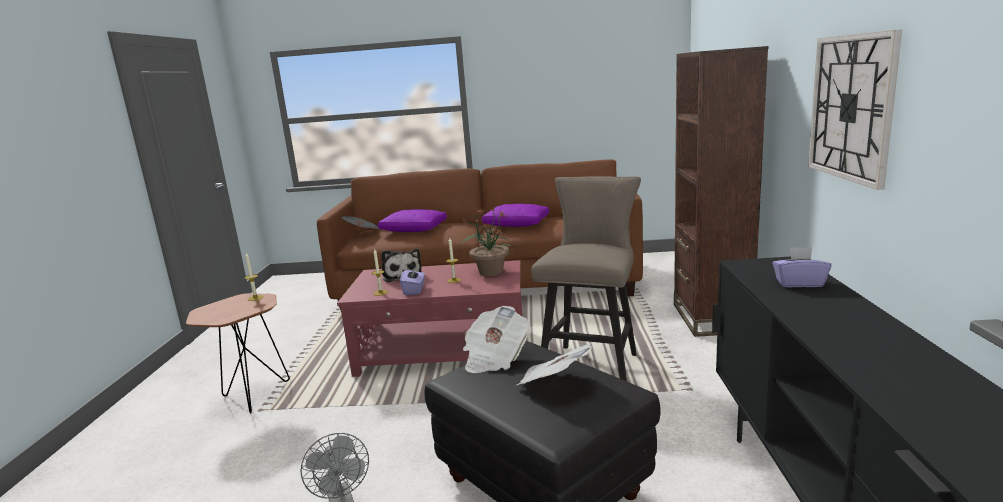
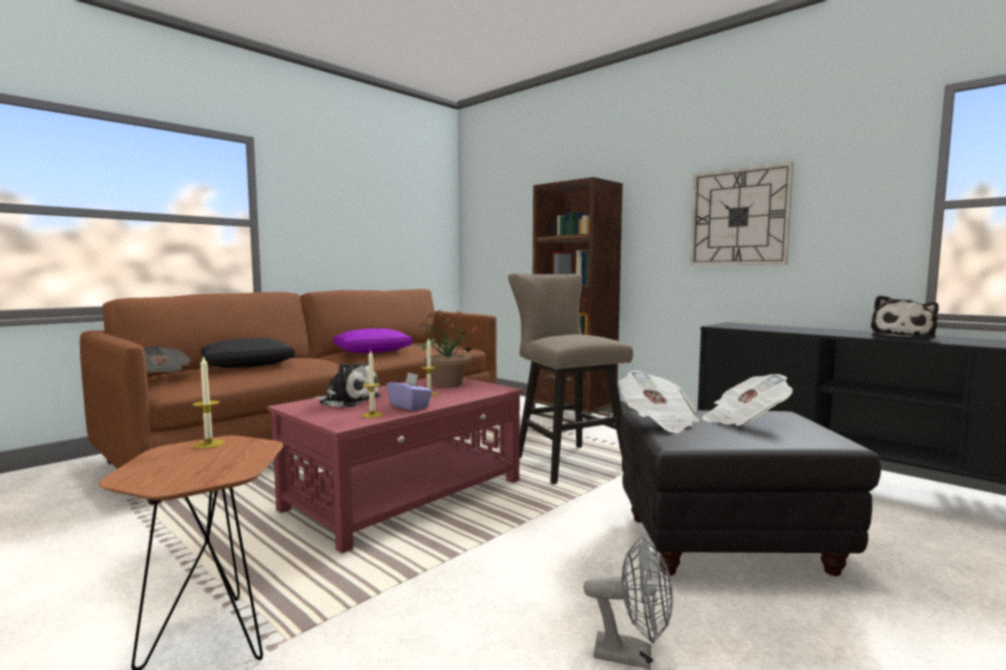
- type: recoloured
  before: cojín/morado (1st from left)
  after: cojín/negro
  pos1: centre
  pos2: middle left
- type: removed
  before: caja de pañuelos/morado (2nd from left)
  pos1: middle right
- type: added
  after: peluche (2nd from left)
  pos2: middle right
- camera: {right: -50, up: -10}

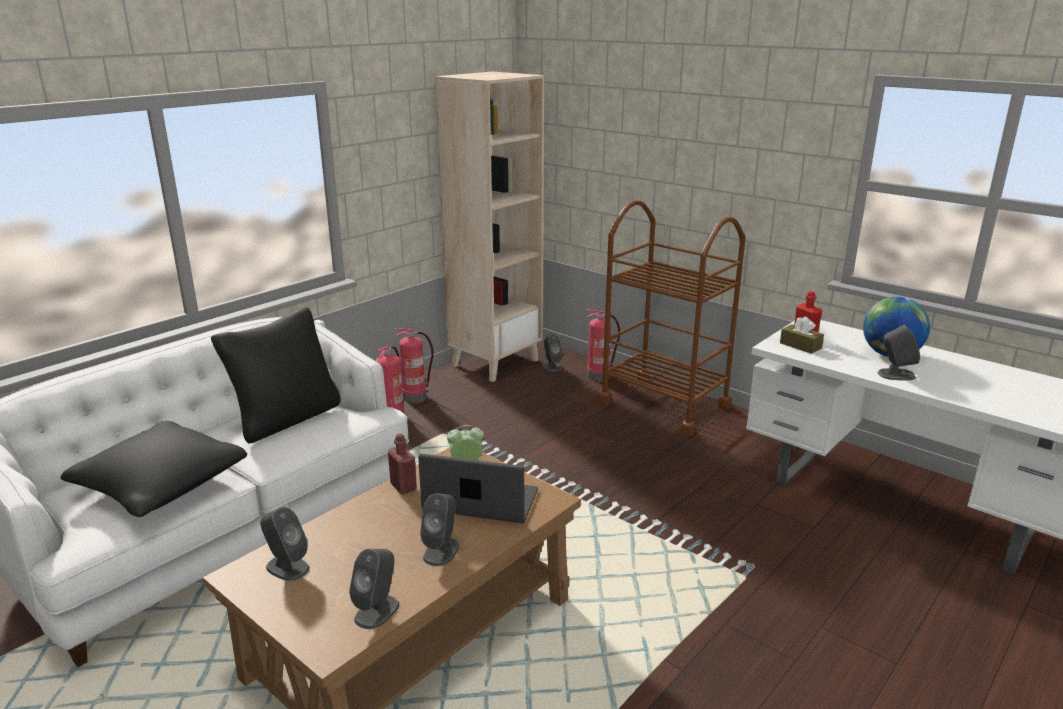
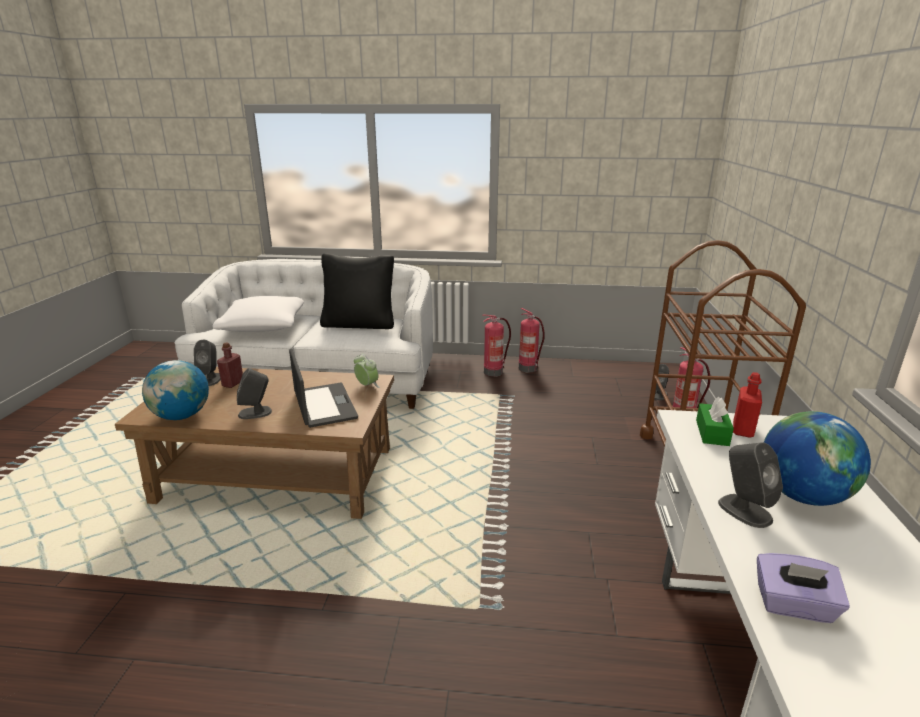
- type: recoloured
  before: cojín/negro (1st from left)
  after: cojín/blanco
  pos1: middle left
  pos2: middle left
- type: replaced
  before: altavoz/gris (2nd from left)
  after: globo terráqueo (1st from left)
  pos1: bottom centre
  pos2: middle left
- type: moved
  before: botella/rojo (1st from left)
  pos1: centre
  pos2: middle left
- type: removed
  before: estantería/beis
  pos1: top centre
- type: recoloured
  before: caja de pañuelos/marrón
  after: caja de pañuelos/verde
  pos1: middle right
  pos2: middle right
- type: added
  after: caja de pañuelos/morado
  pos2: bottom right
- camera: {right: 55, up: 0}

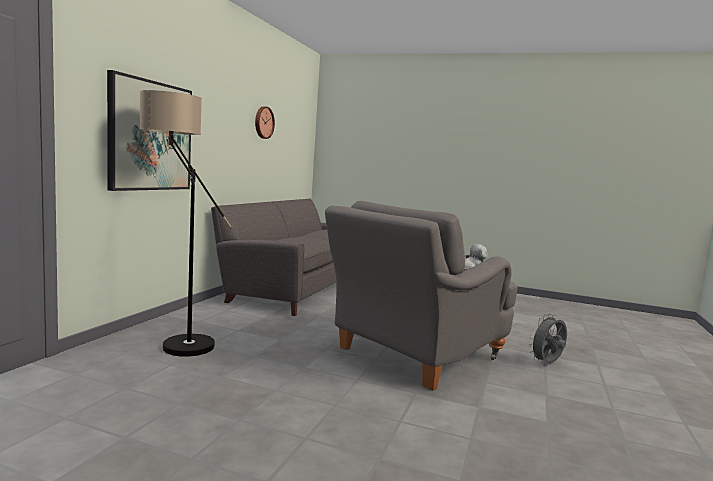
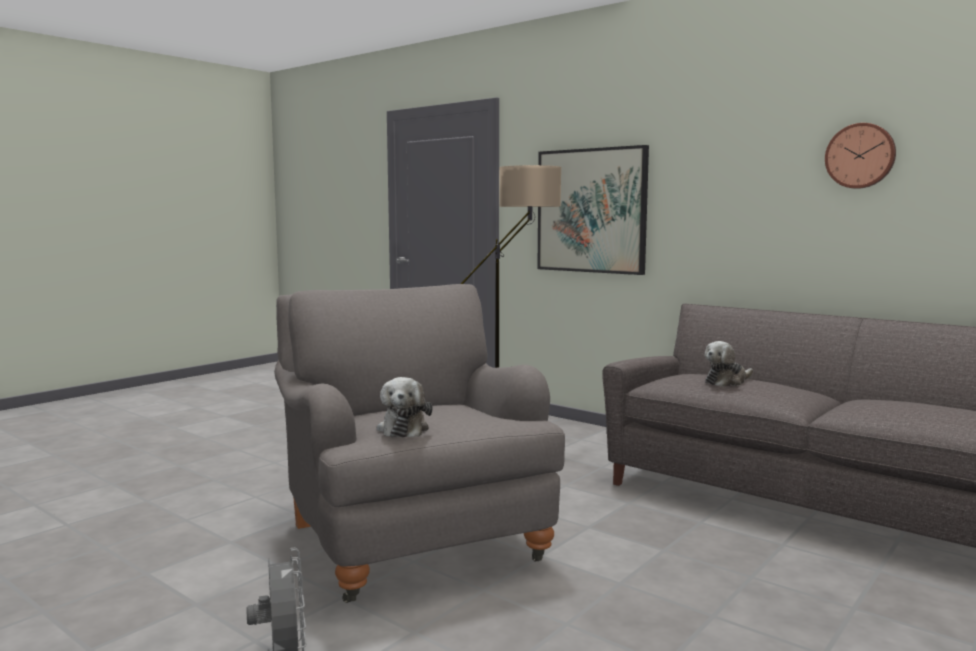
- type: added
  after: peluche (2nd from left)
  pos2: middle right
- camera: {right: 110, up: 0}

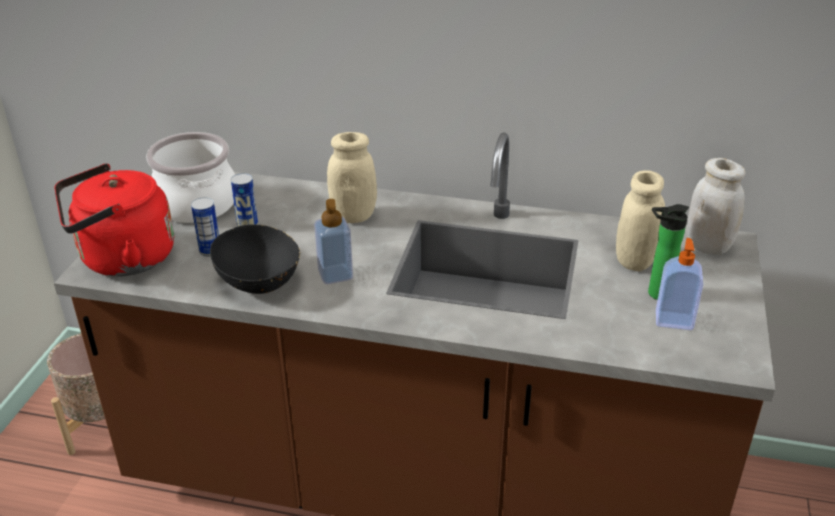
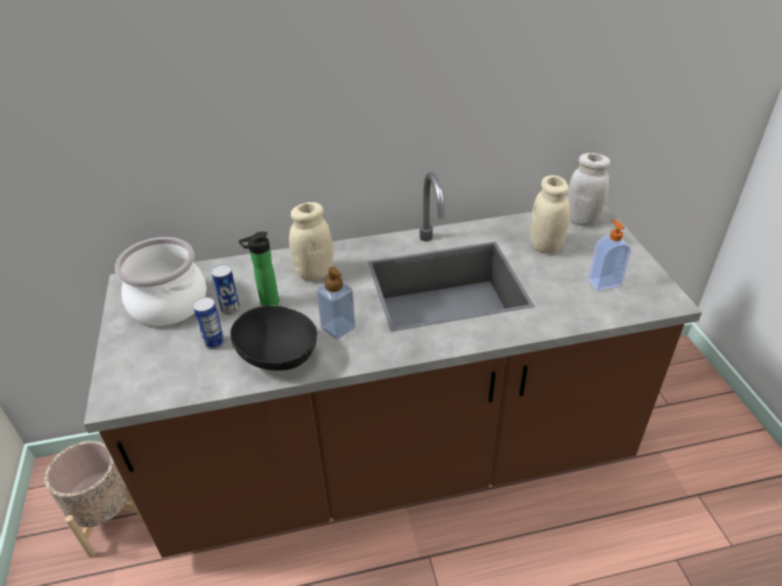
- type: removed
  before: hervidor/rojo
  pos1: middle left
- type: moved
  before: botella
  pos1: middle right
  pos2: middle left
- camera: {right: -25, up: 5}

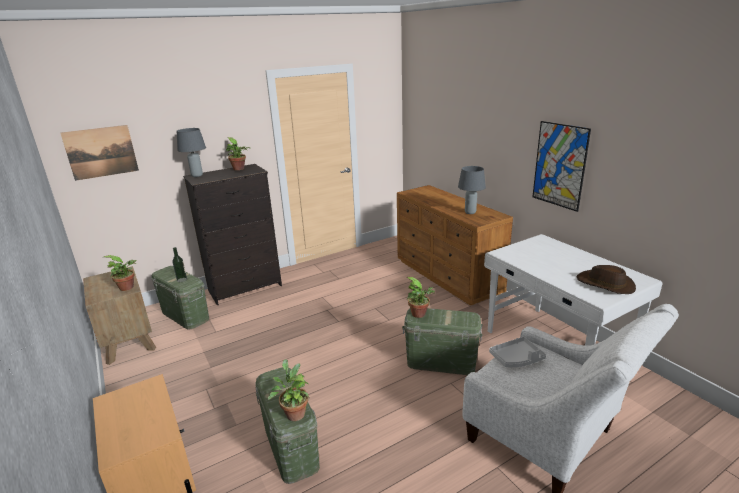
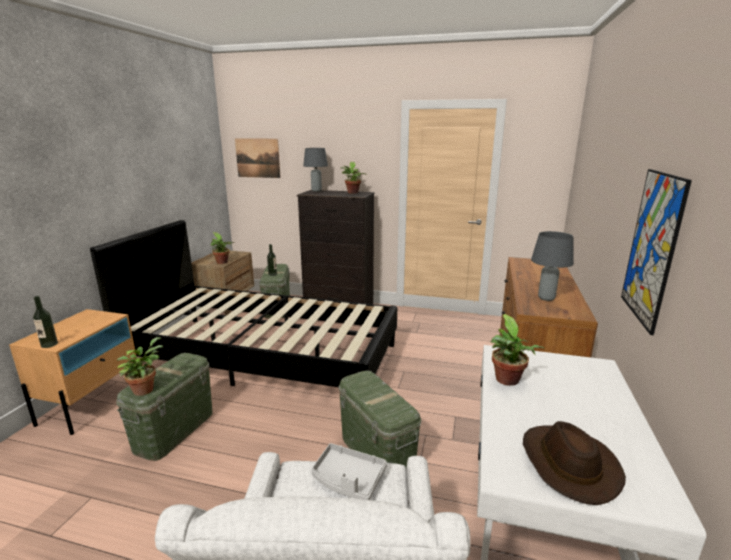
- type: moved
  before: planta en maceta (4th from left)
  pos1: centre
  pos2: middle right
- type: added
  after: botella (1st from left)
  pos2: middle left
- type: added
  after: cama/negro
  pos2: middle left
- camera: {right: 45, up: -5}

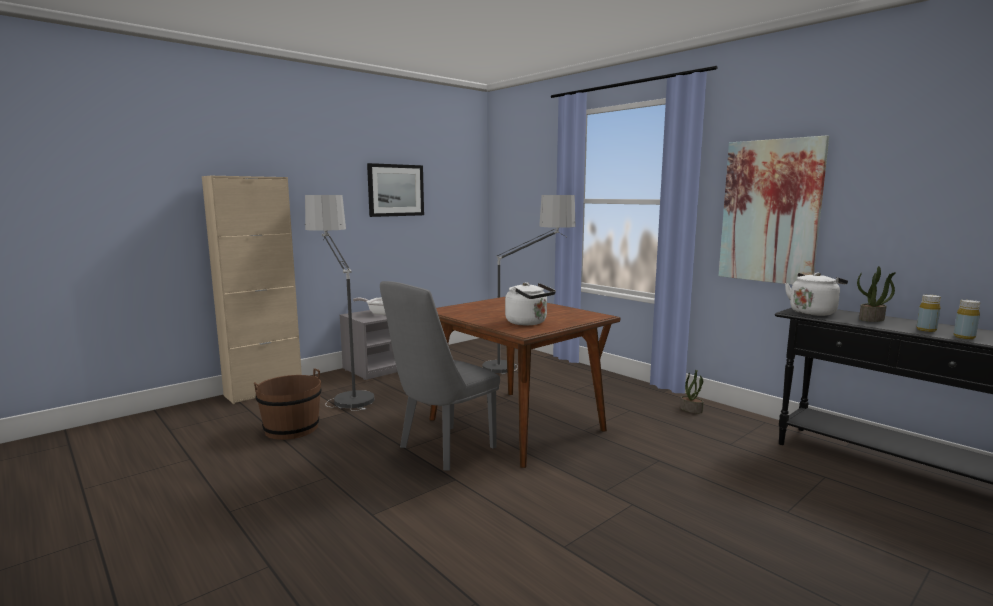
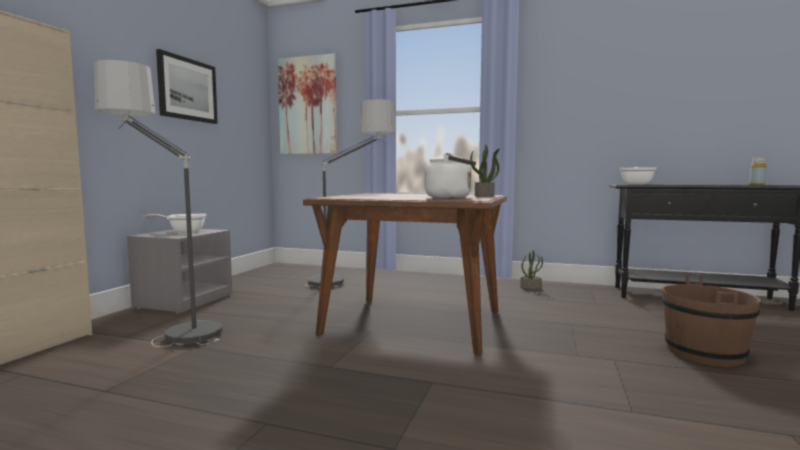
- type: moved
  before: cubo/marrón
  pos1: bottom left
  pos2: bottom right
- type: removed
  before: silla/gris
  pos1: centre
- type: moved
  before: cuadro (2nd from left)
  pos1: middle right
  pos2: top centre
- type: replaced
  before: hervidor/blanco (2nd from left)
  after: sartén (2nd from left)
  pos1: middle right
  pos2: middle right
- type: moved
  before: planta en maceta (2nd from left in the first image)
  after: planta en maceta (1st from left)
  pos1: middle right
  pos2: centre
- type: removed
  before: botella/amarillo (1st from left)
  pos1: middle right
- camera: {right: -30, up: -5}

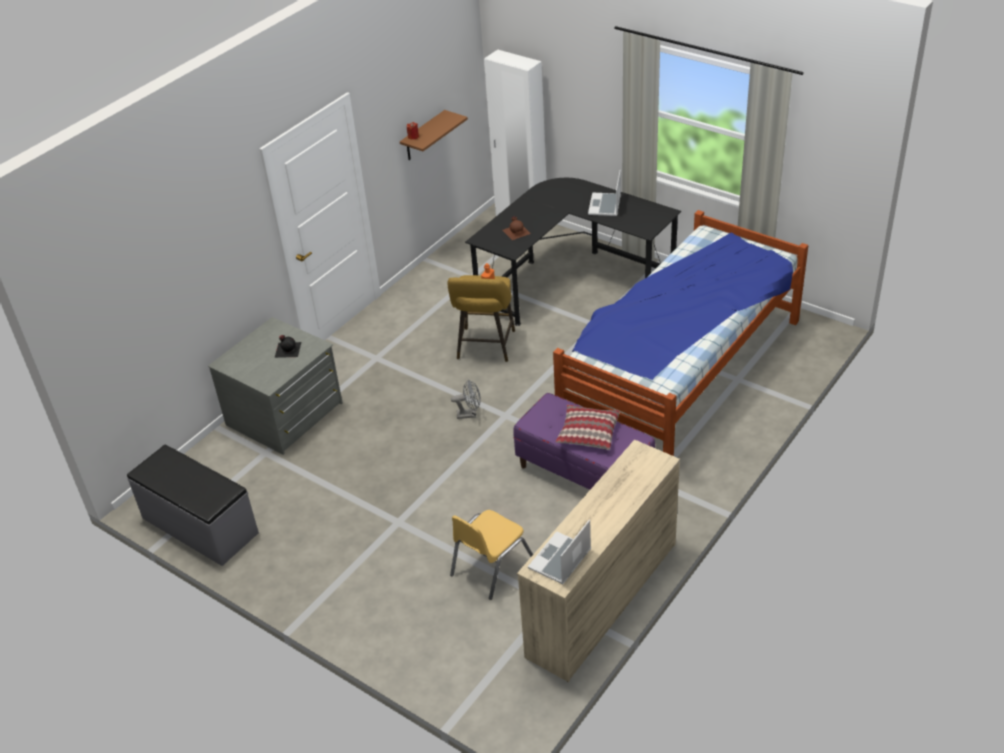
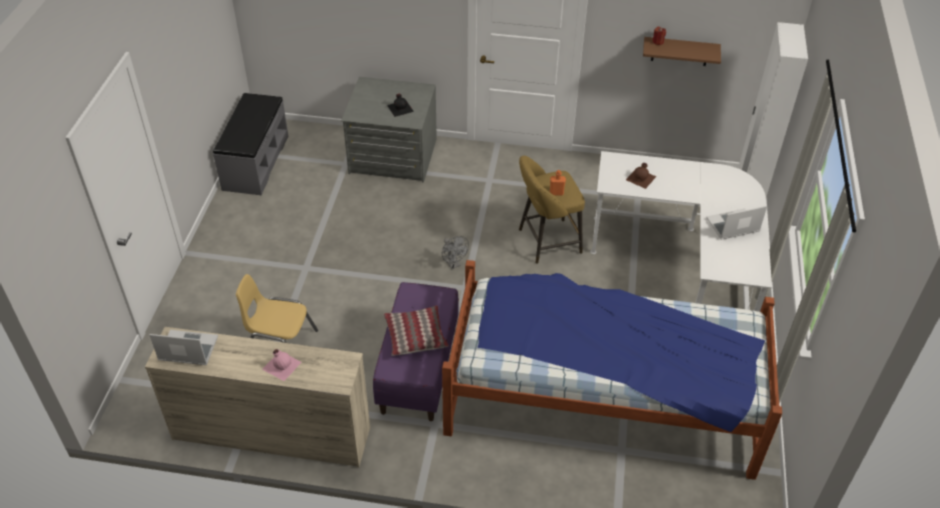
- type: recoloured
  before: escritorio/negro
  after: escritorio/blanco
  pos1: centre
  pos2: middle right
- type: added
  after: botella/rosa
  pos2: bottom left
- camera: {right: 60, up: 5}

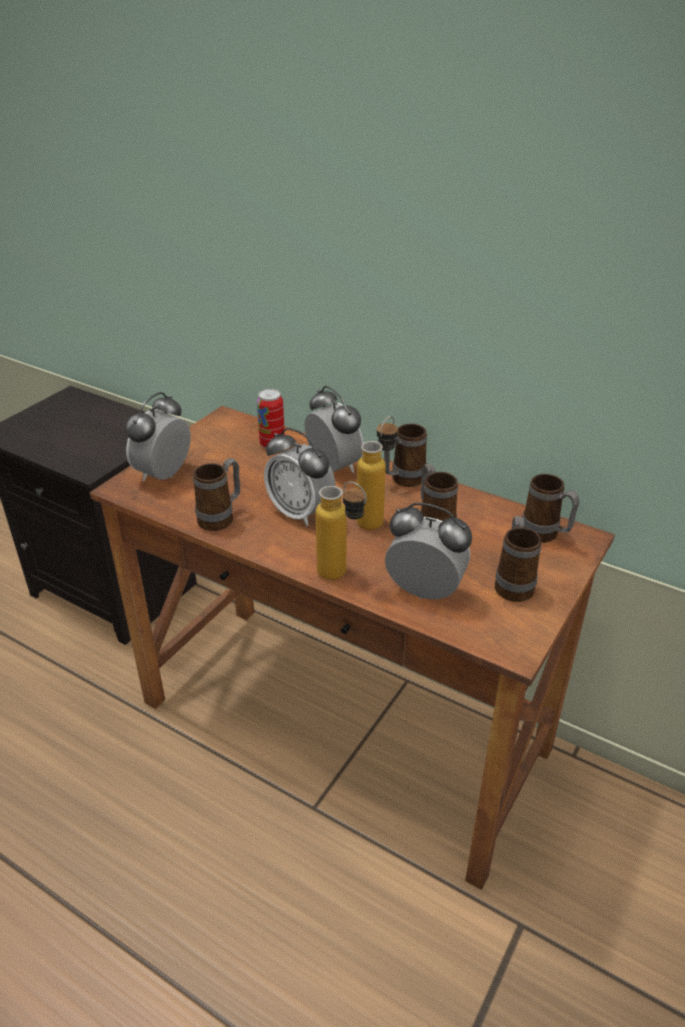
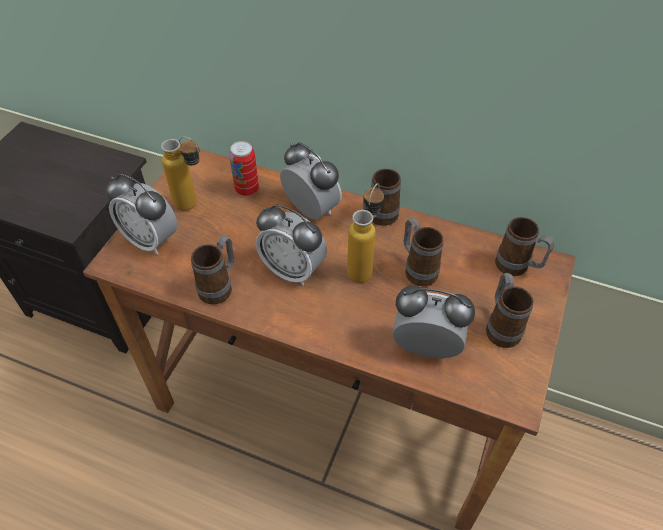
- type: turned
  before: despertador (1st from left)
  pos1: middle left
  pos2: middle left
  turn: -75
- type: moved
  before: botella (1st from left)
  pos1: centre
  pos2: top left
- camera: {right: -10, up: 15}

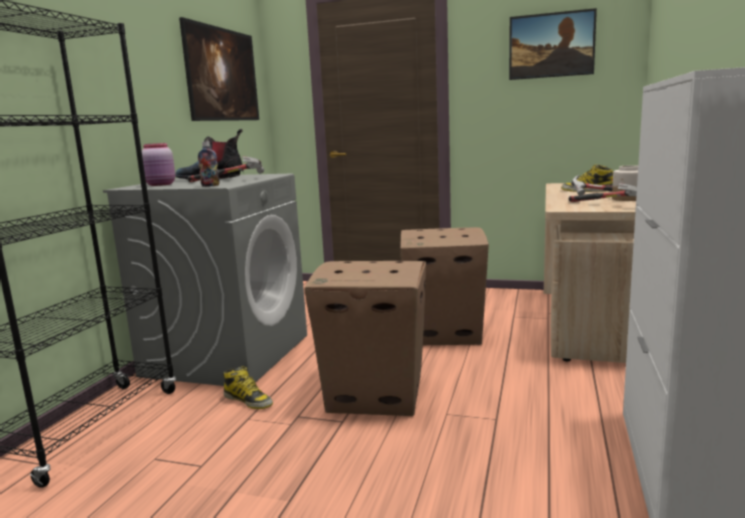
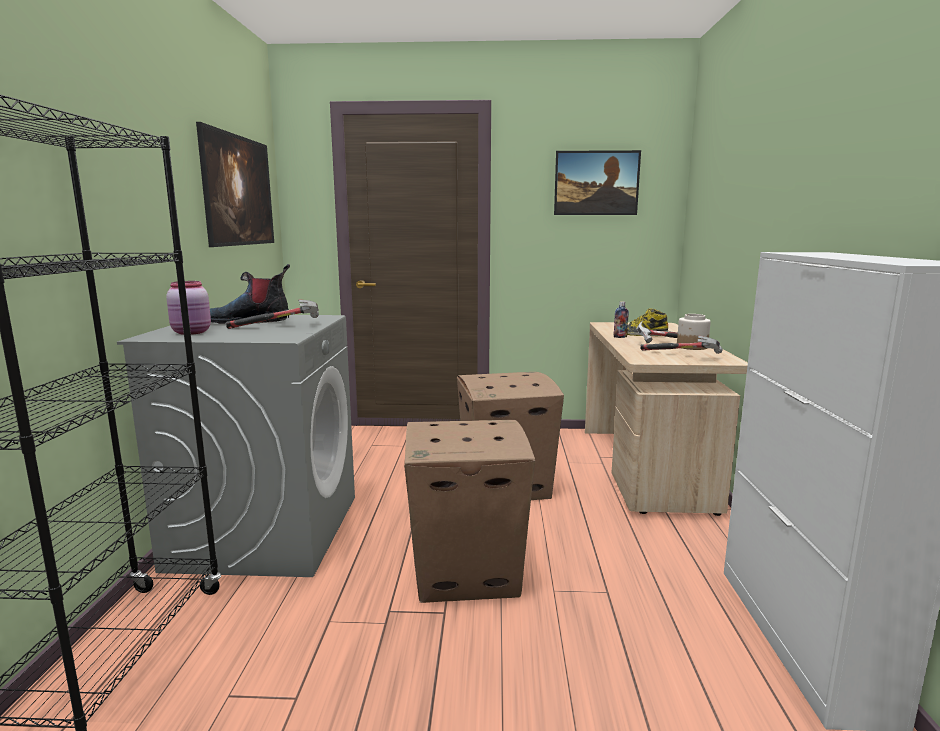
- type: moved
  before: botella
  pos1: top left
  pos2: centre
- type: removed
  before: bota (2nd from left)
  pos1: bottom left
- camera: {right: -15, up: 0}

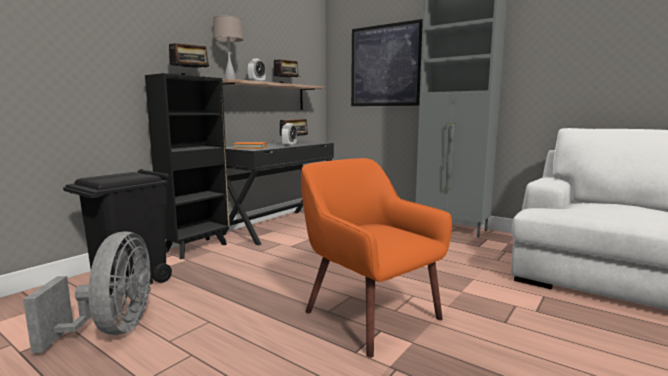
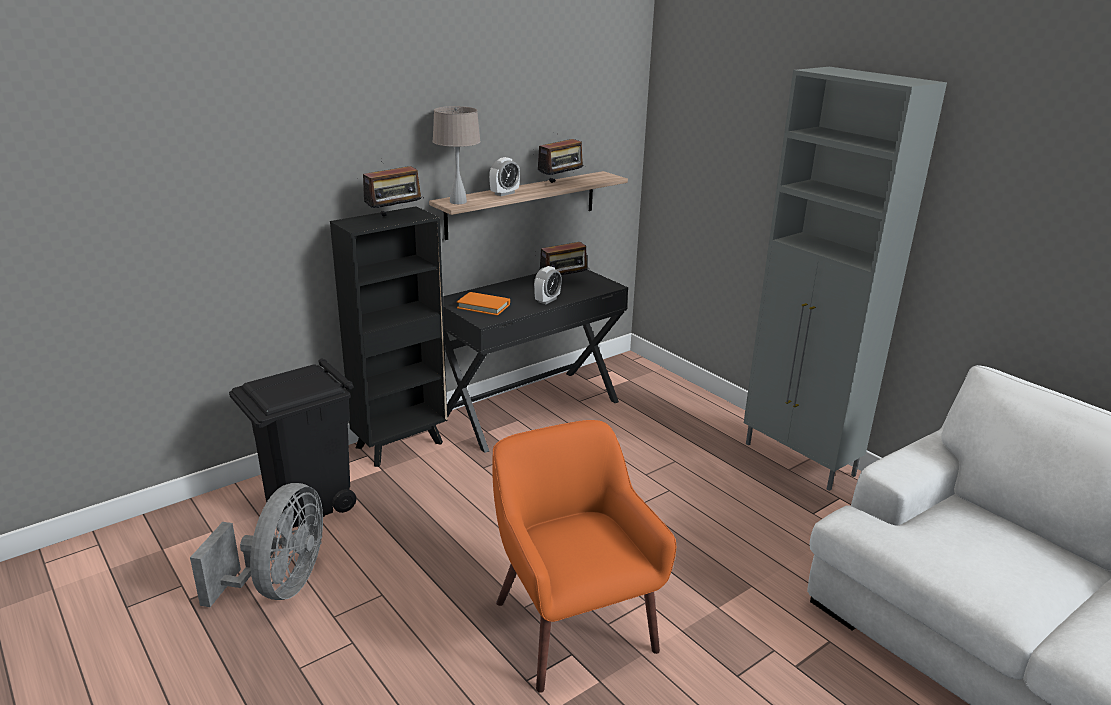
- type: removed
  before: cuadro
  pos1: top centre
- camera: {right: 15, up: 15}

